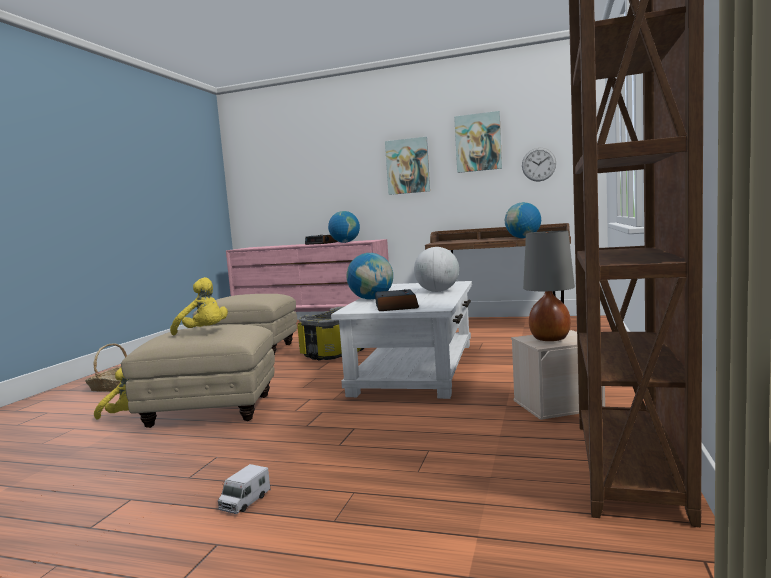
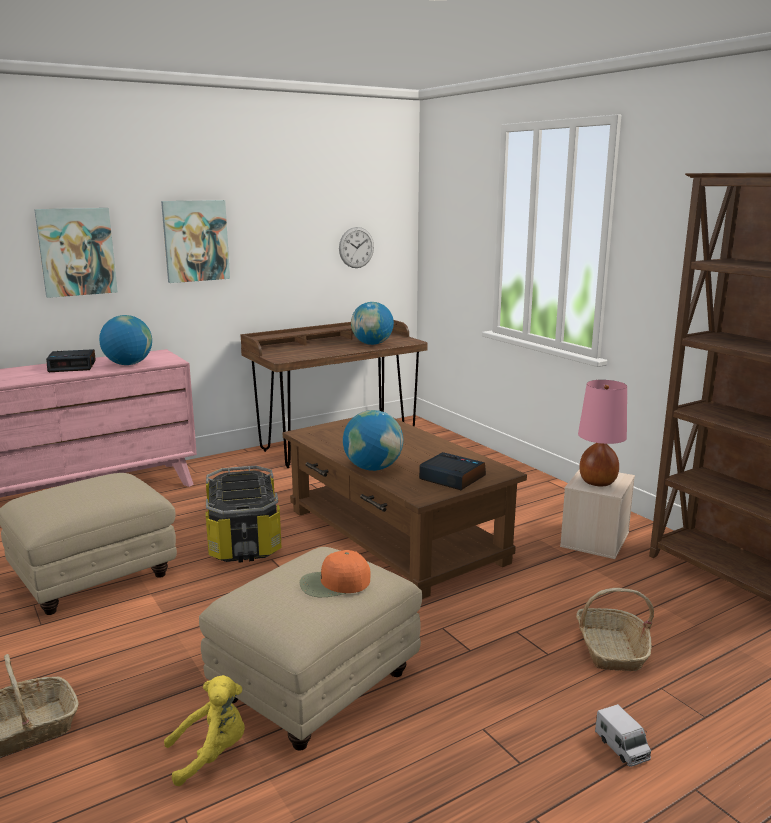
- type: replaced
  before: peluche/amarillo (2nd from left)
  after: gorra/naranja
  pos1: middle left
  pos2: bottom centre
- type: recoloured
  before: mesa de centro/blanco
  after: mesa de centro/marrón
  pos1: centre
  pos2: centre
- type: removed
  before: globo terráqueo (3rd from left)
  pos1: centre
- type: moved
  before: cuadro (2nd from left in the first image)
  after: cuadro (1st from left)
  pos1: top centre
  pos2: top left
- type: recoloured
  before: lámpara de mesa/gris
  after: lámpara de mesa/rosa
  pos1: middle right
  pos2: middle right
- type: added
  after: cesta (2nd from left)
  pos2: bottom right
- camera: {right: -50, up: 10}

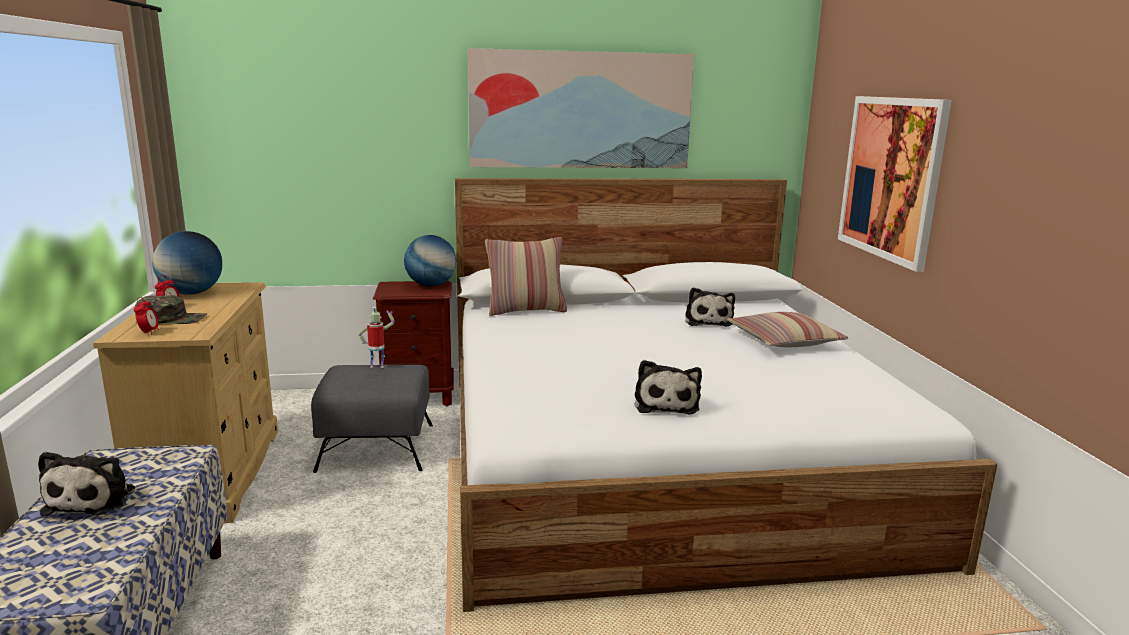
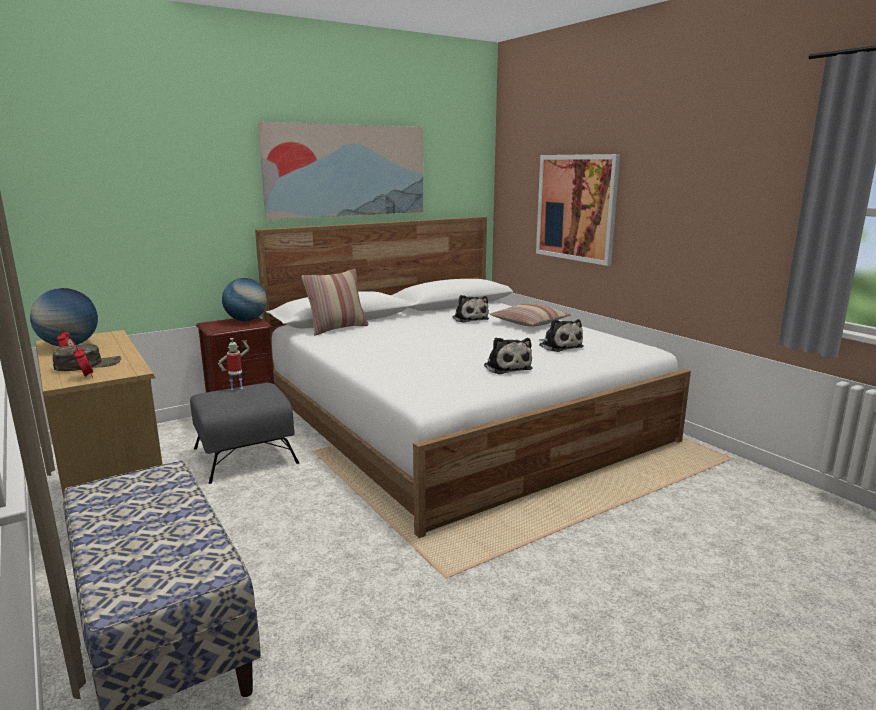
- type: moved
  before: peluche (1st from left in the first image)
  after: peluche (3rd from left)
  pos1: bottom left
  pos2: centre
- camera: {right: -25, up: 0}

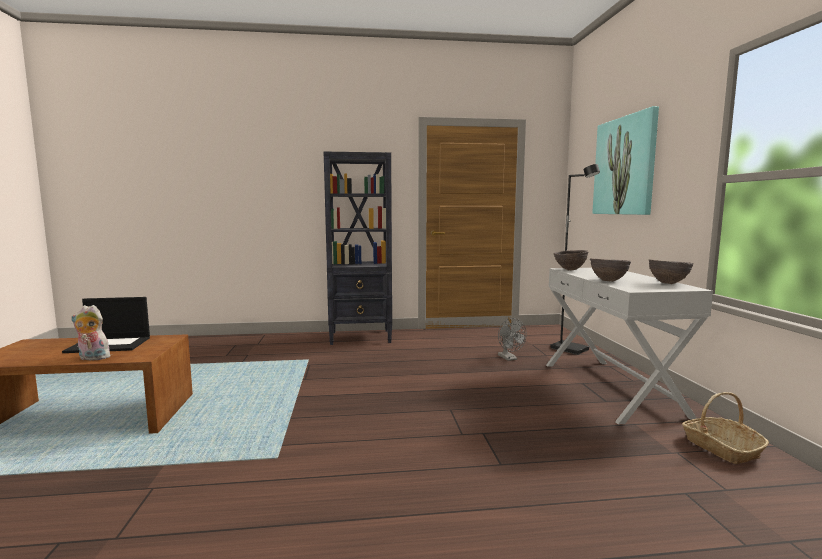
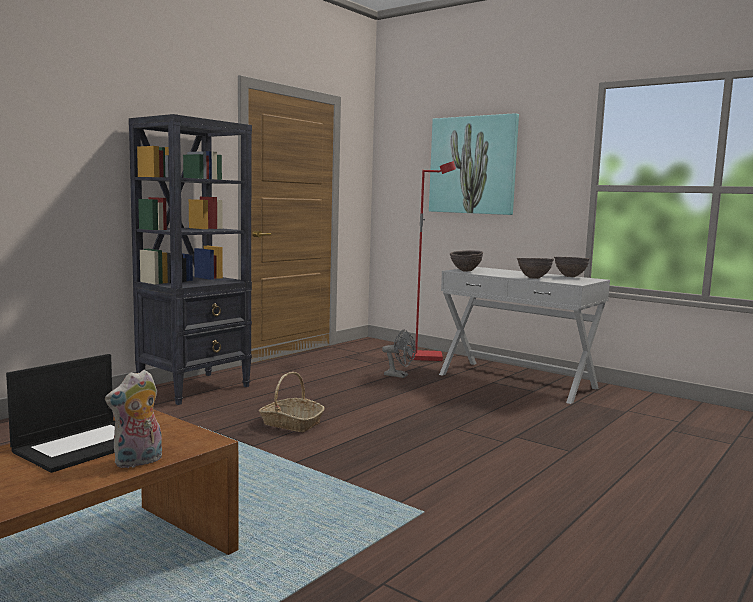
- type: recoloured
  before: lámpara de pie/negro
  after: lámpara de pie/rojo
  pos1: middle right
  pos2: centre
- type: moved
  before: cesta
  pos1: bottom right
  pos2: bottom centre
- camera: {right: -45, up: 0}

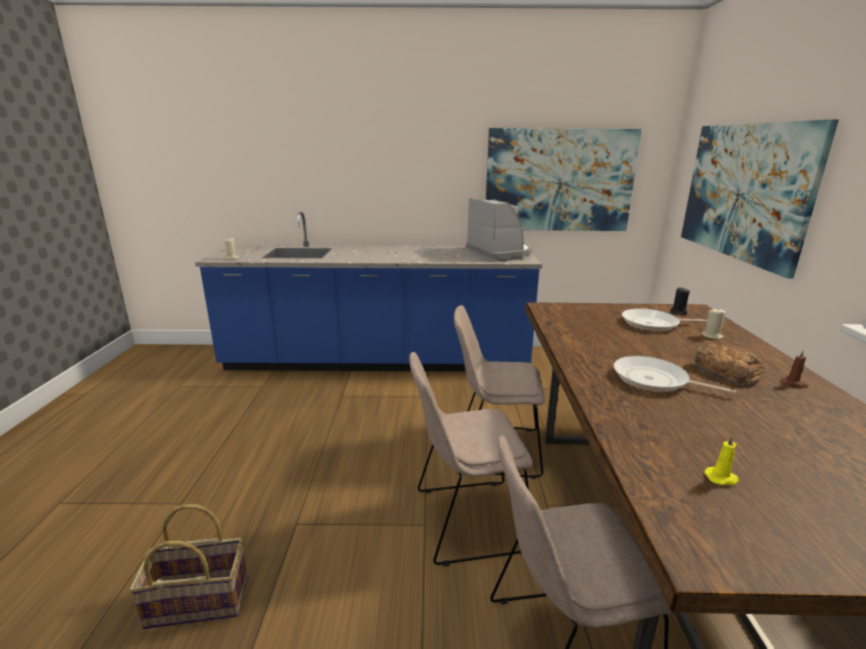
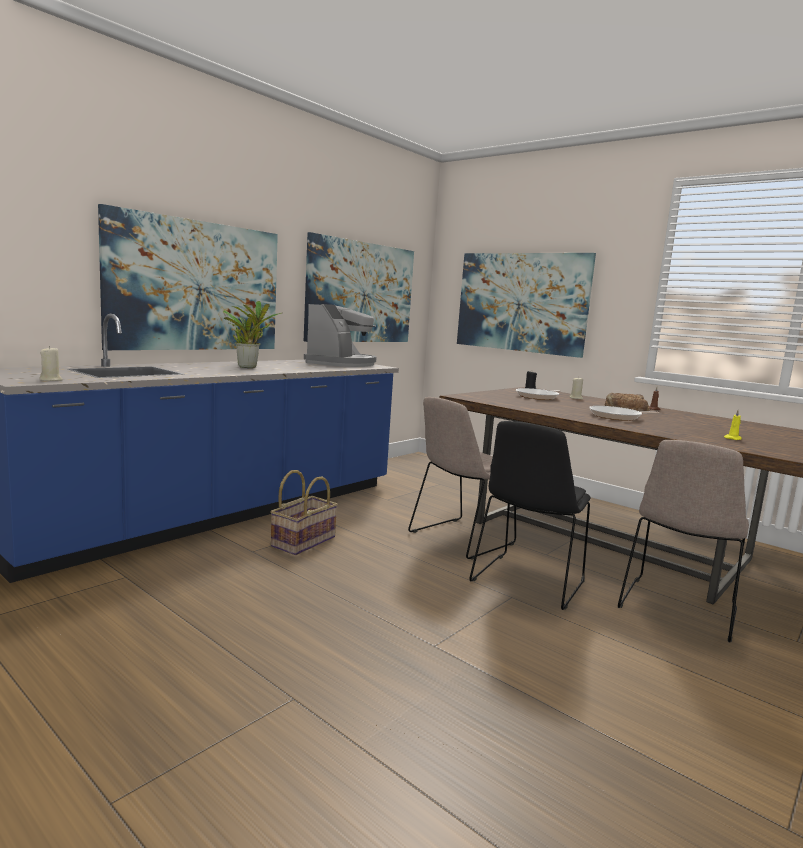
- type: moved
  before: cesta
  pos1: bottom left
  pos2: centre
- type: recoloured
  before: silla/beis (1st from left)
  after: silla/negro
  pos1: bottom centre
  pos2: centre
- type: turned
  before: cafetera
  pos1: centre
  pos2: centre
  turn: 90
- type: added
  after: cuadro (1st from left)
  pos2: top left
- type: added
  after: planta en maceta
  pos2: middle left
- camera: {right: -50, up: -10}

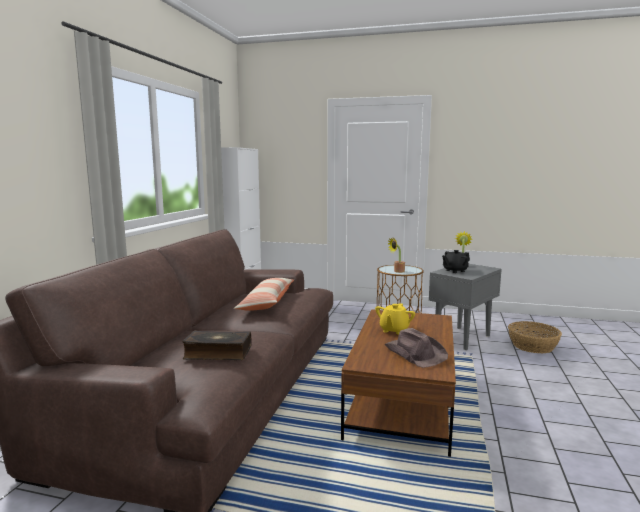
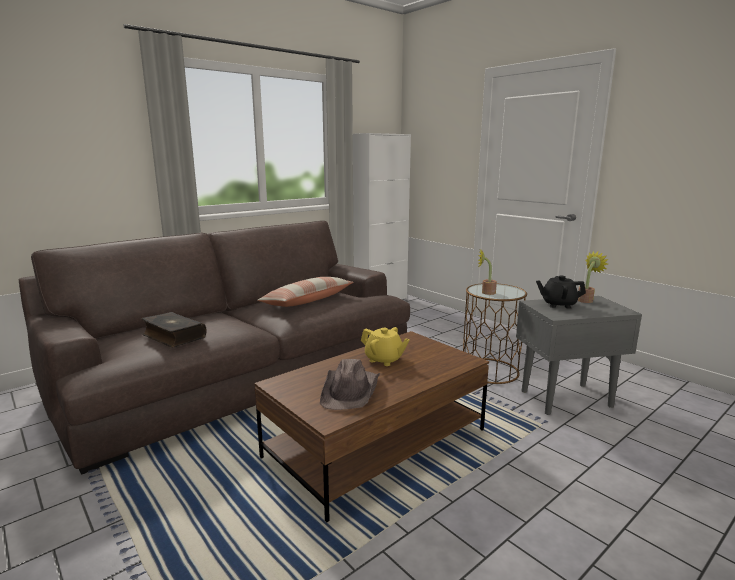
- type: turned
  before: tetera/amarillo
  pos1: centre
  pos2: centre
  turn: -120
- type: removed
  before: cesta
  pos1: middle right
- camera: {right: 35, up: 5}

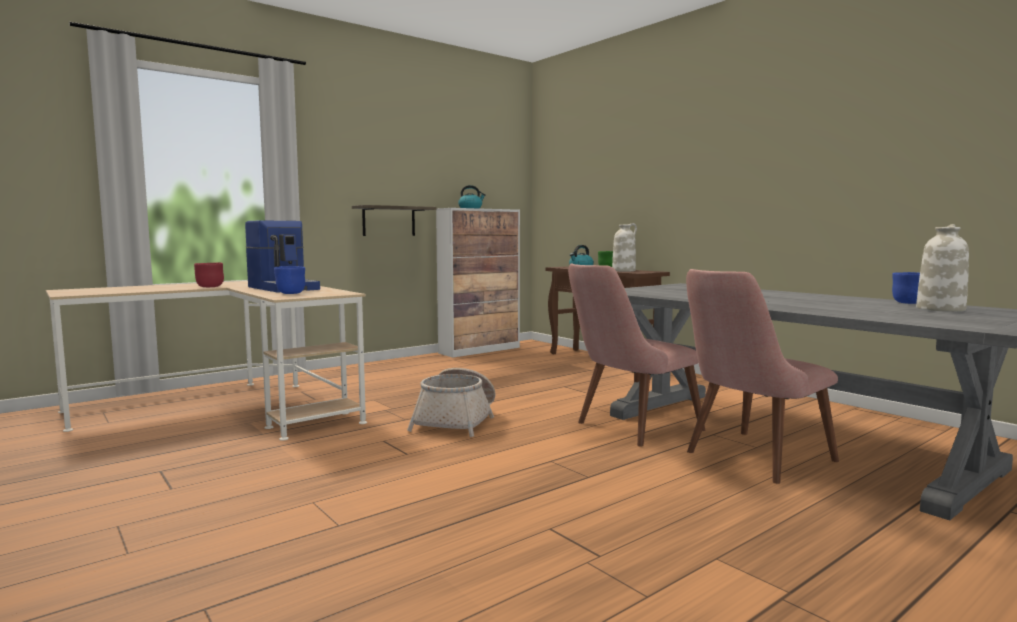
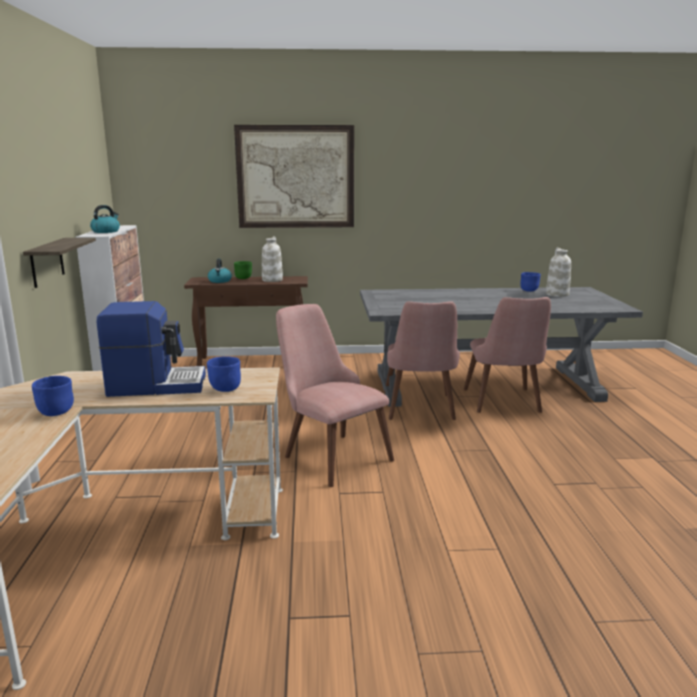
- type: recoloured
  before: cuenco/rojo
  after: cuenco/azul (1st from left)
  pos1: middle left
  pos2: middle left
- type: replaced
  before: cesta
  after: silla/rosa (1st from left)
  pos1: centre
  pos2: centre
- type: added
  after: cuadro
  pos2: top centre
- camera: {right: -55, up: 10}

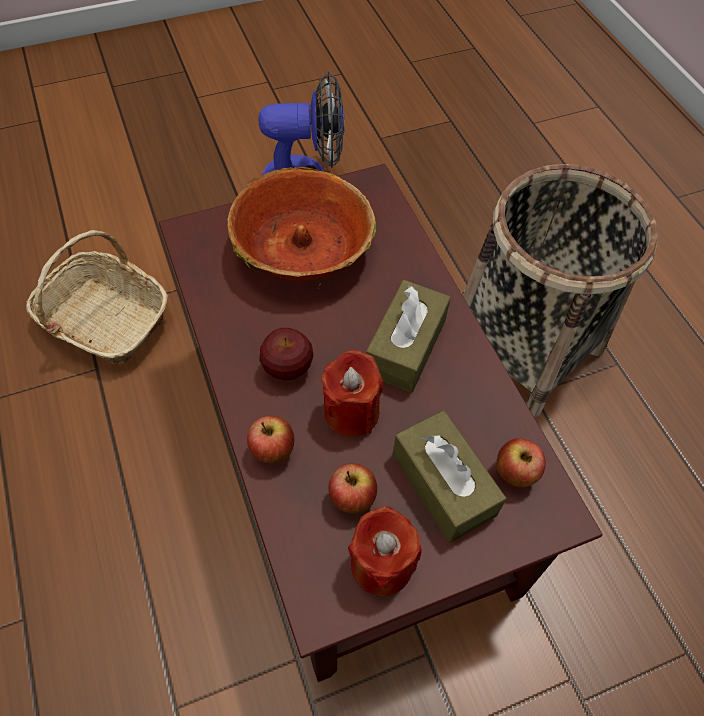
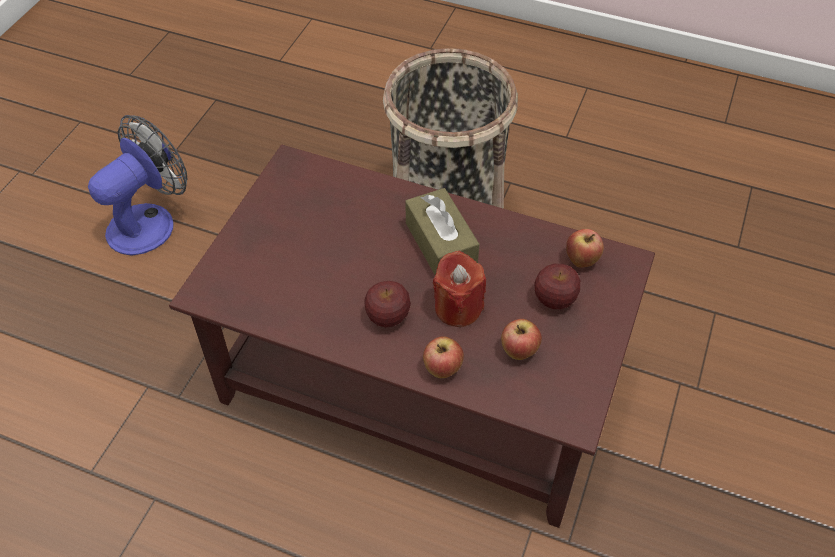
- type: removed
  before: cesta (1st from left)
  pos1: middle left
- type: removed
  before: cuenco
  pos1: top centre
- type: removed
  before: vela/rojo (2nd from left)
  pos1: bottom centre
- type: replaced
  before: caja de pañuelos/marrón (2nd from left)
  after: manzana (4th from left)
  pos1: centre
  pos2: middle right
- camera: {right: -45, up: -5}

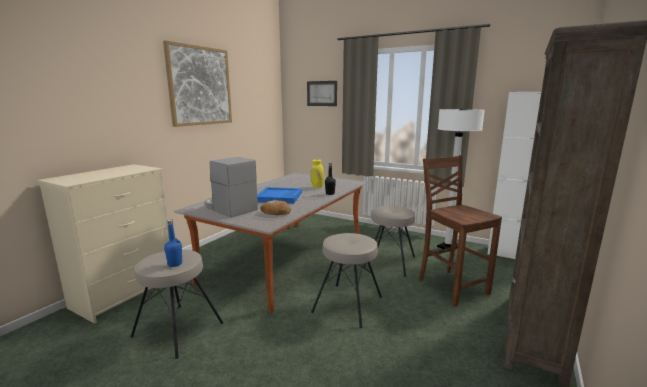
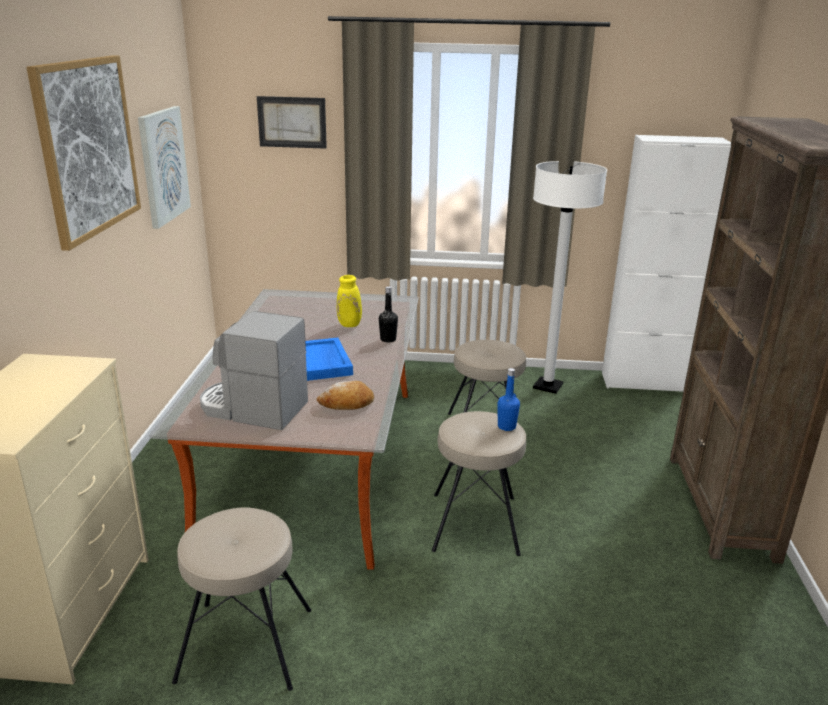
- type: moved
  before: botella/azul
  pos1: middle left
  pos2: centre
- type: removed
  before: silla/marrón
  pos1: middle right
- type: added
  after: cuadro (2nd from left)
  pos2: top left
- camera: {right: -25, up: 10}

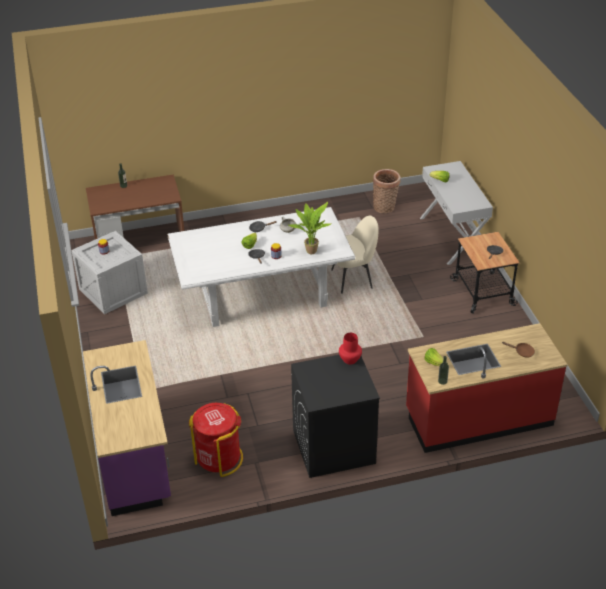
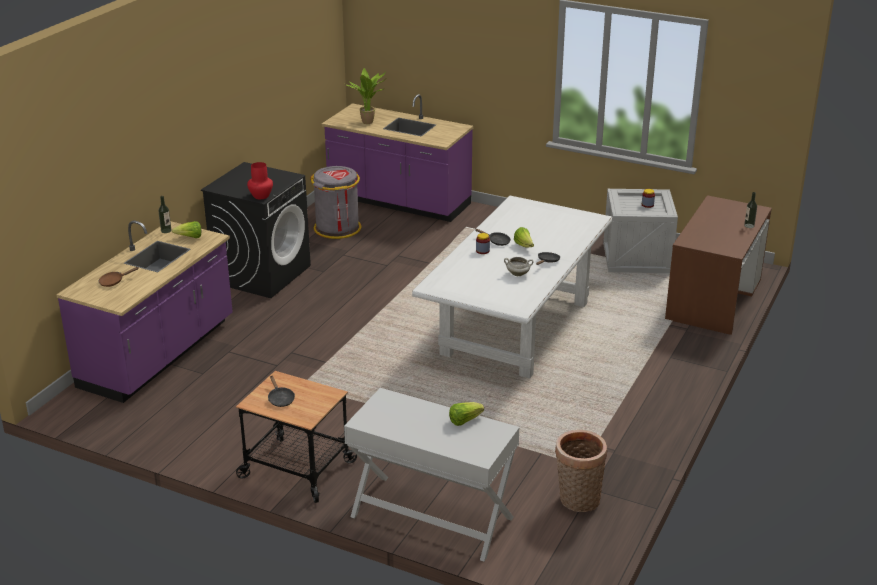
- type: recoloured
  before: papelera/rojo
  after: papelera/gris
  pos1: bottom centre
  pos2: centre
- type: moved
  before: planta en maceta
  pos1: centre
  pos2: top centre
- type: removed
  before: silla/beis
  pos1: centre
- type: recoloured
  before: mueble bajo de cocina/rojo
  after: mueble bajo de cocina/morado (1st from left)
  pos1: middle right
  pos2: middle left
- camera: {right: 130, up: -10}

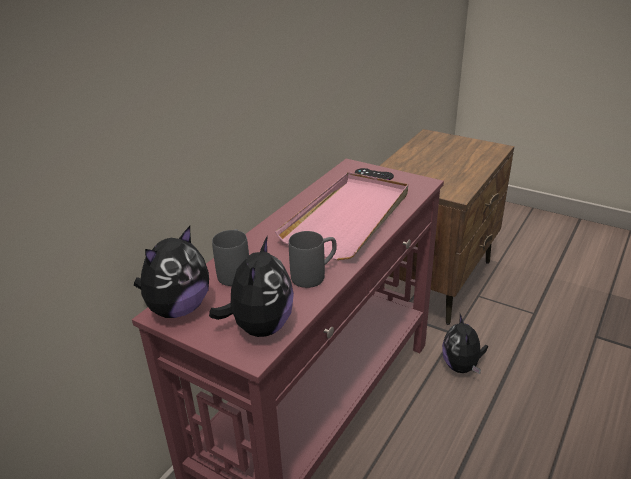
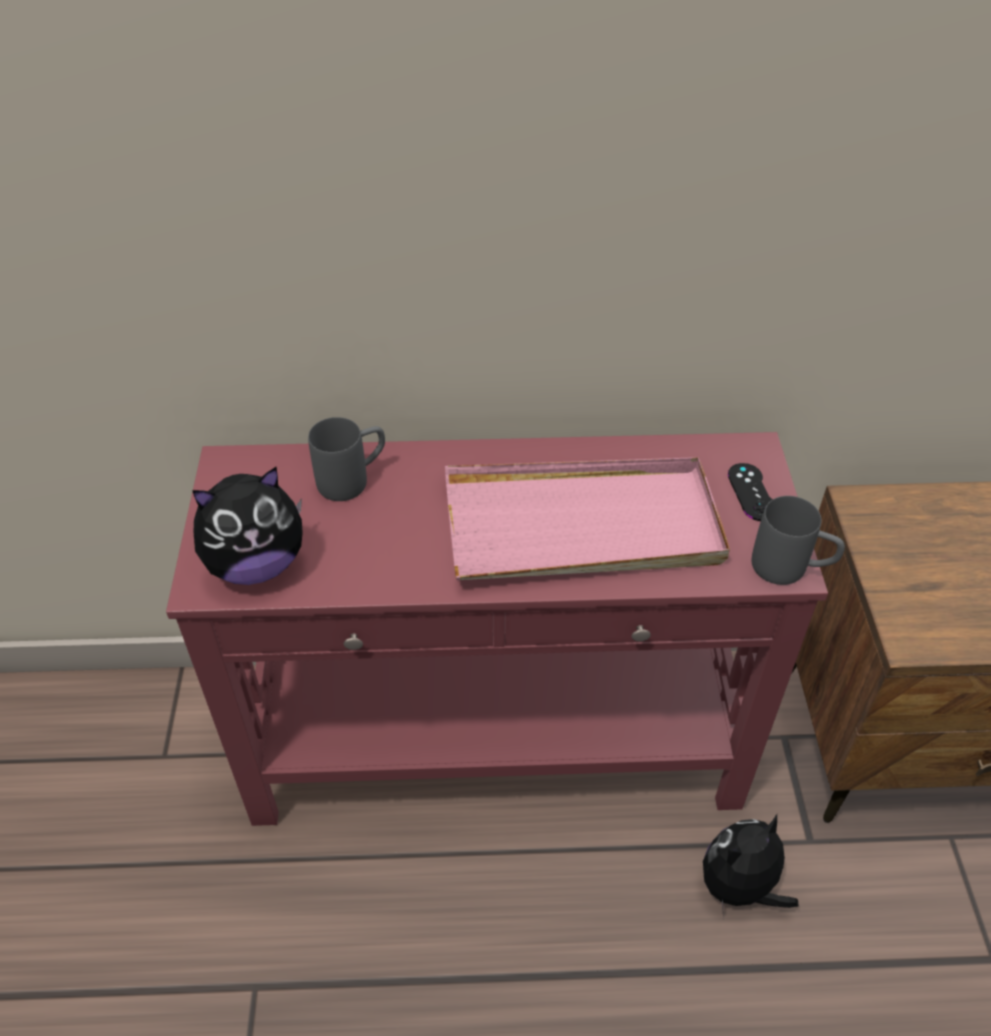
- type: removed
  before: peluche (1st from left)
  pos1: middle left
- type: moved
  before: taza grande/gris (2nd from left)
  pos1: centre
  pos2: middle right
- camera: {right: 55, up: 15}

